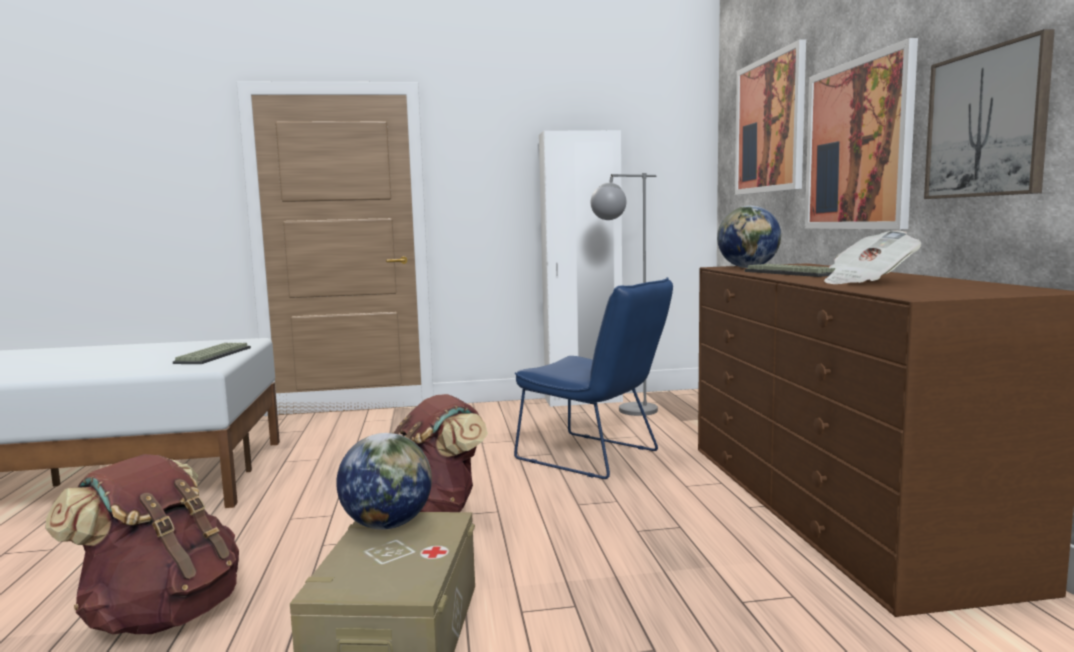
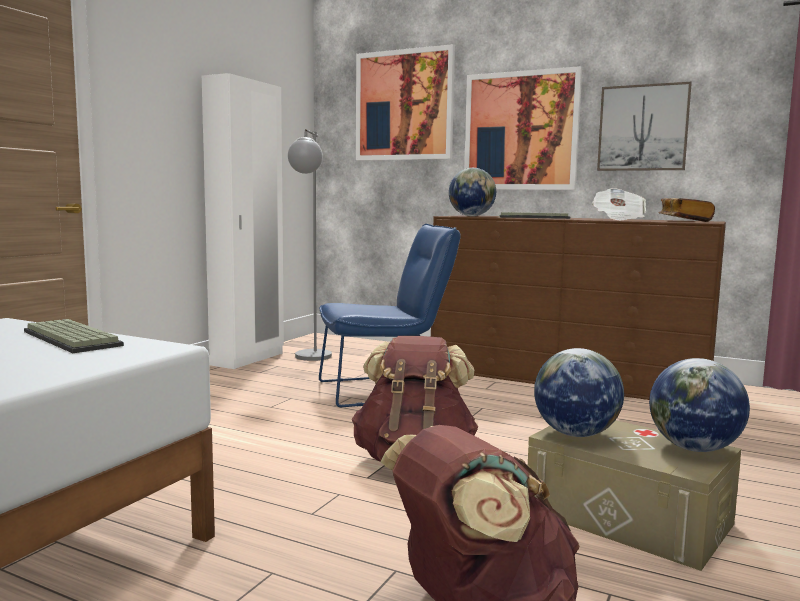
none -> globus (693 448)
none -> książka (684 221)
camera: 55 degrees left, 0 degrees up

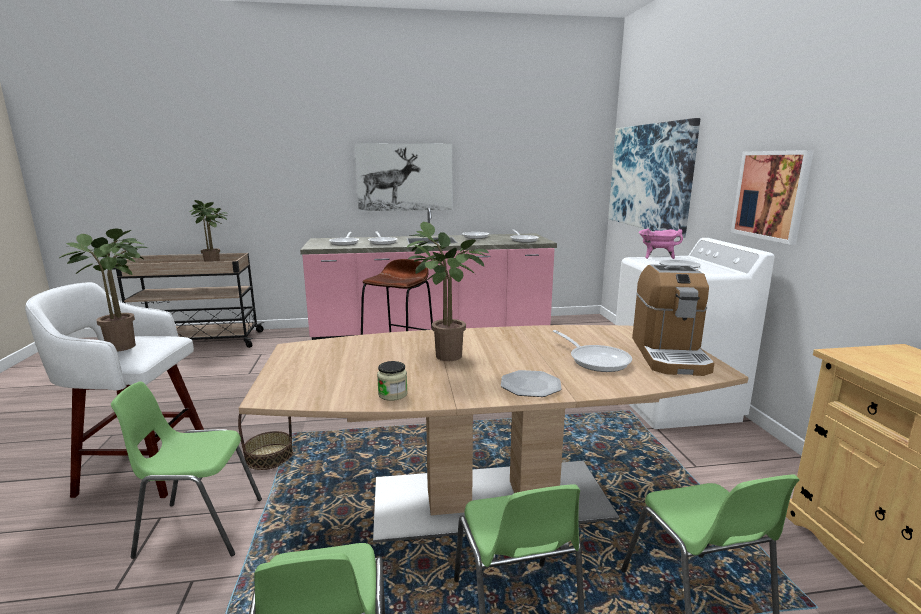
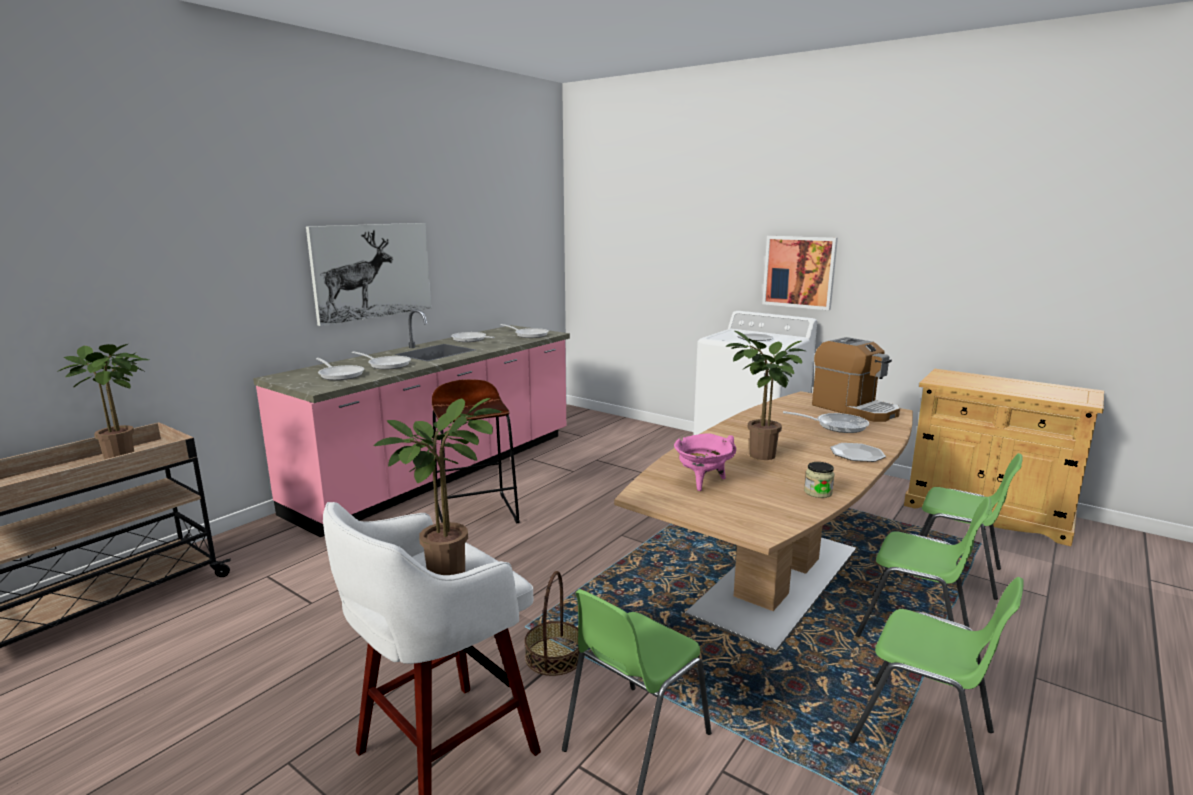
obraz (649 177) -> none
garnek (różowy) (656 257) -> garnek (różowy) (702 482), move
camera: 45 degrees left, 0 degrees up

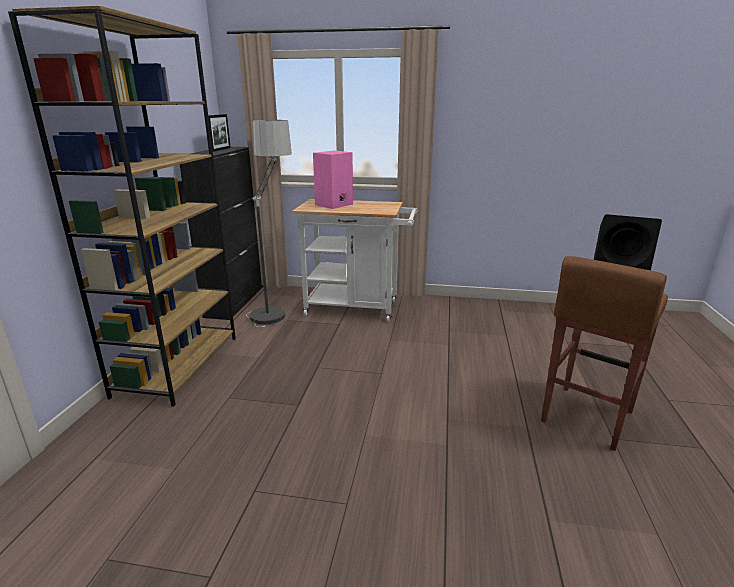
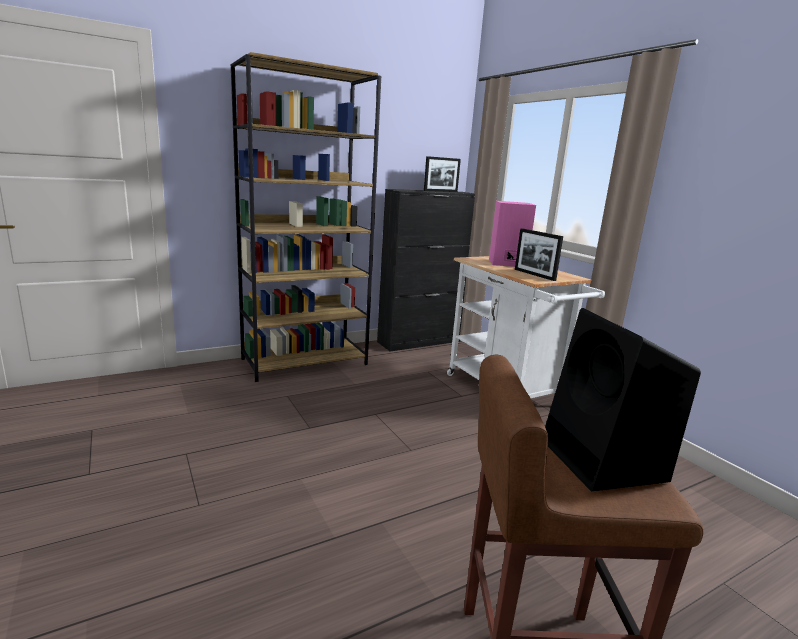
lampa stojąca (274 306) -> none
none -> ramka na zdjęcie (534 275)
camera: 50 degrees right, 5 degrees down

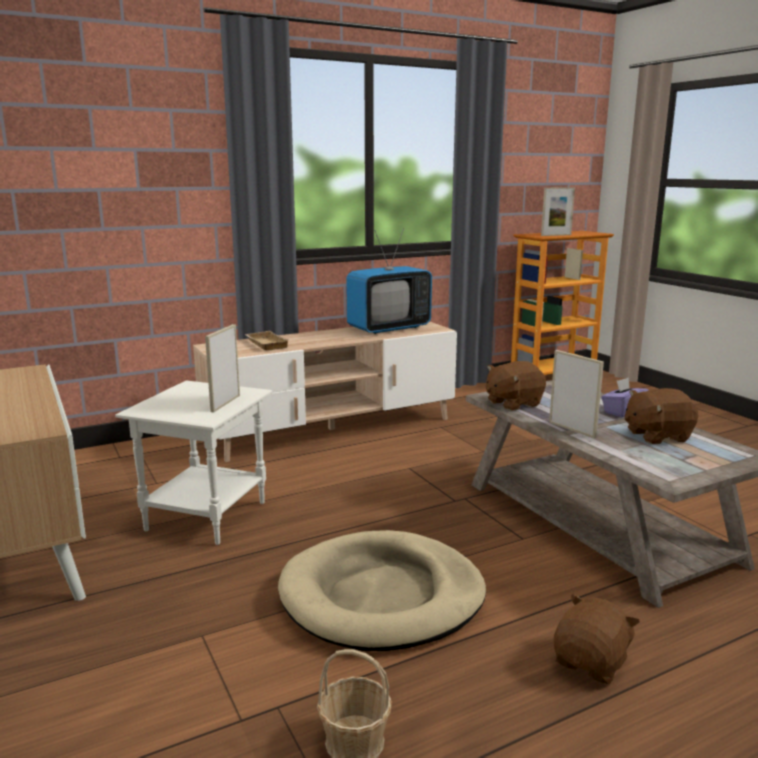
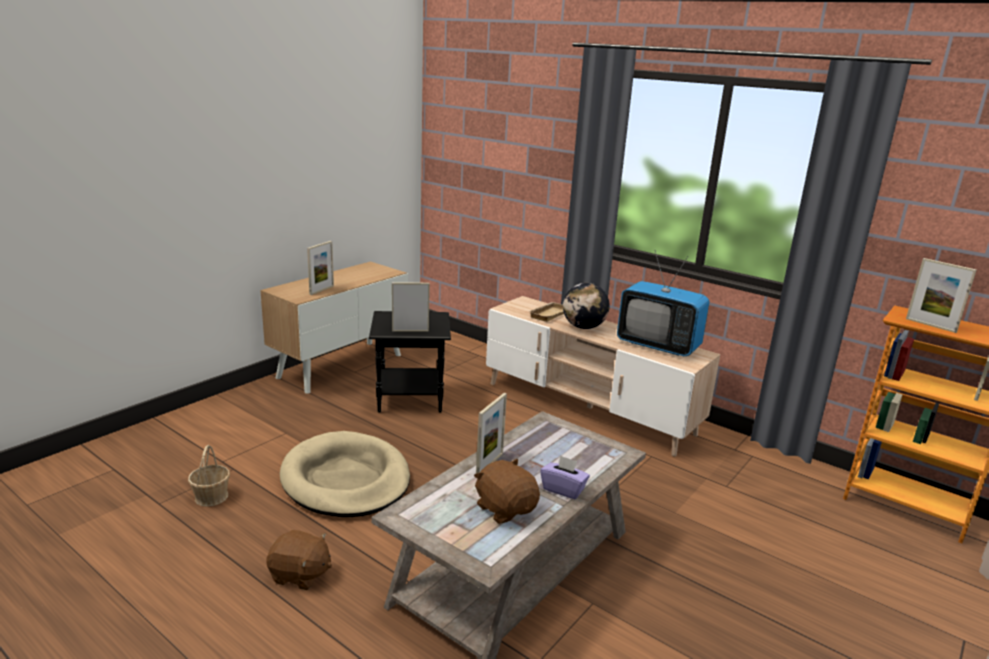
stolik (biały) (205 517) -> stolik (czarny) (409 399)
pluszak (brązowy) (513 403) -> none
none -> ramka na zdjęcie (321 290)
none -> globus (583 327)
camera: 65 degrees right, 5 degrees up

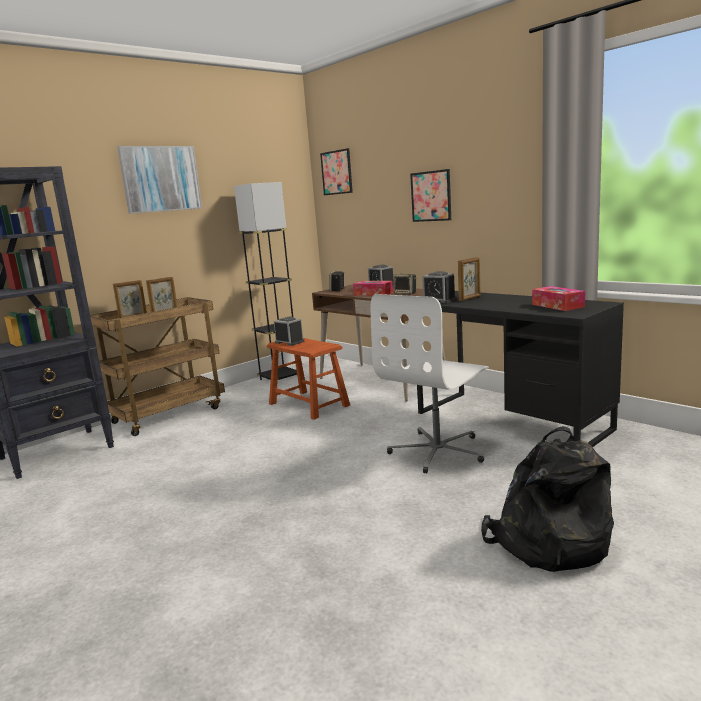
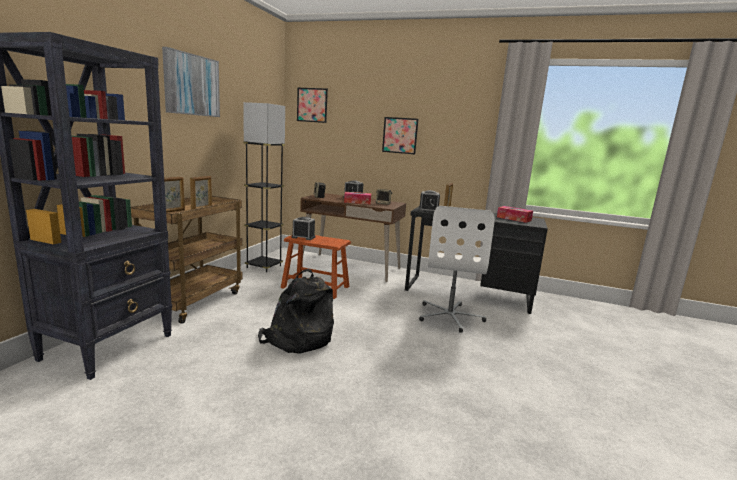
plecak (czarny) (547 543) -> plecak (czarny) (297 339), move
camera: 30 degrees left, 0 degrees up

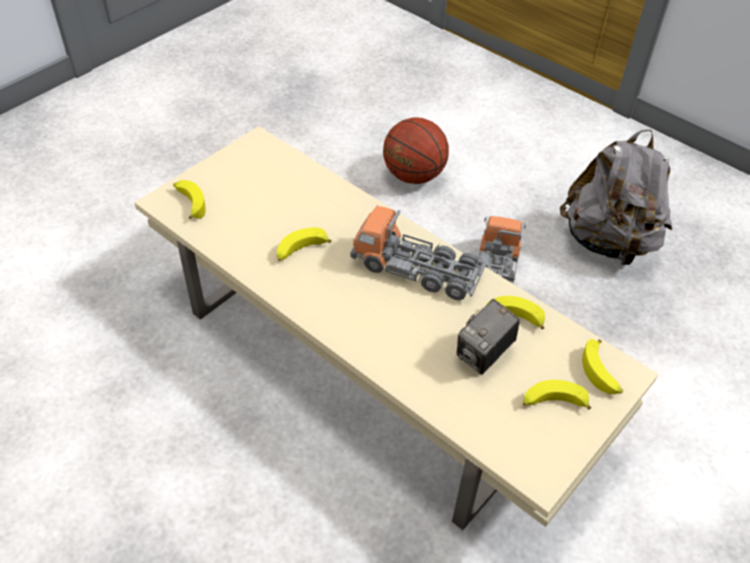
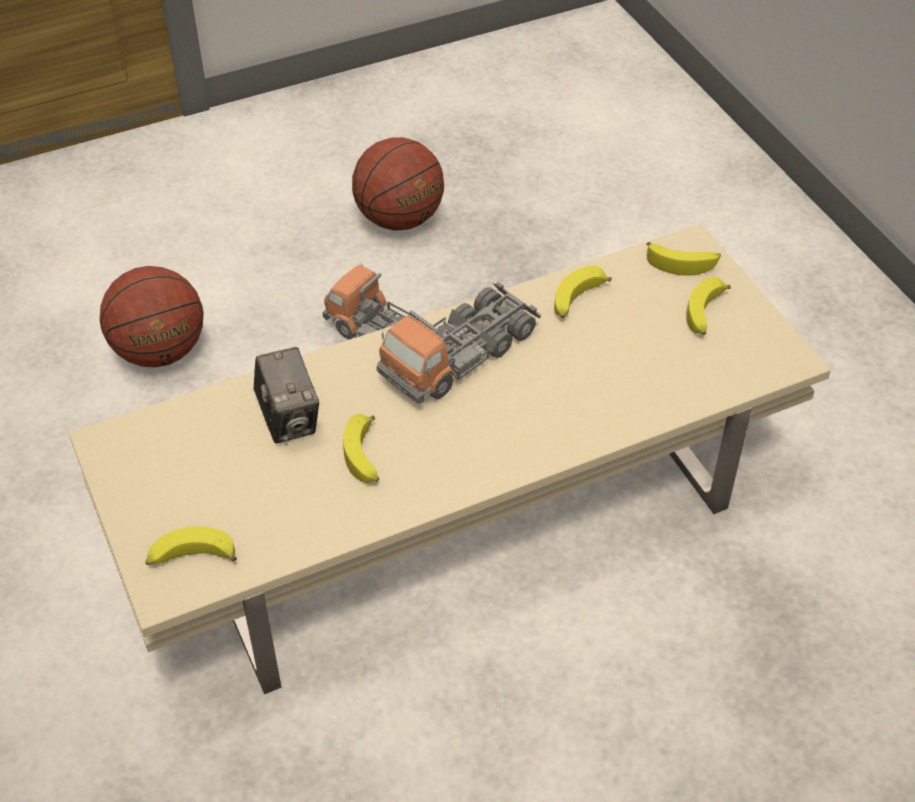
aparat fotograficzny (484 354) -> aparat fotograficzny (289 419), move
plecak (szary) (608 241) -> piłka do koszykówki (399 219)
camera: 65 degrees left, 0 degrees up

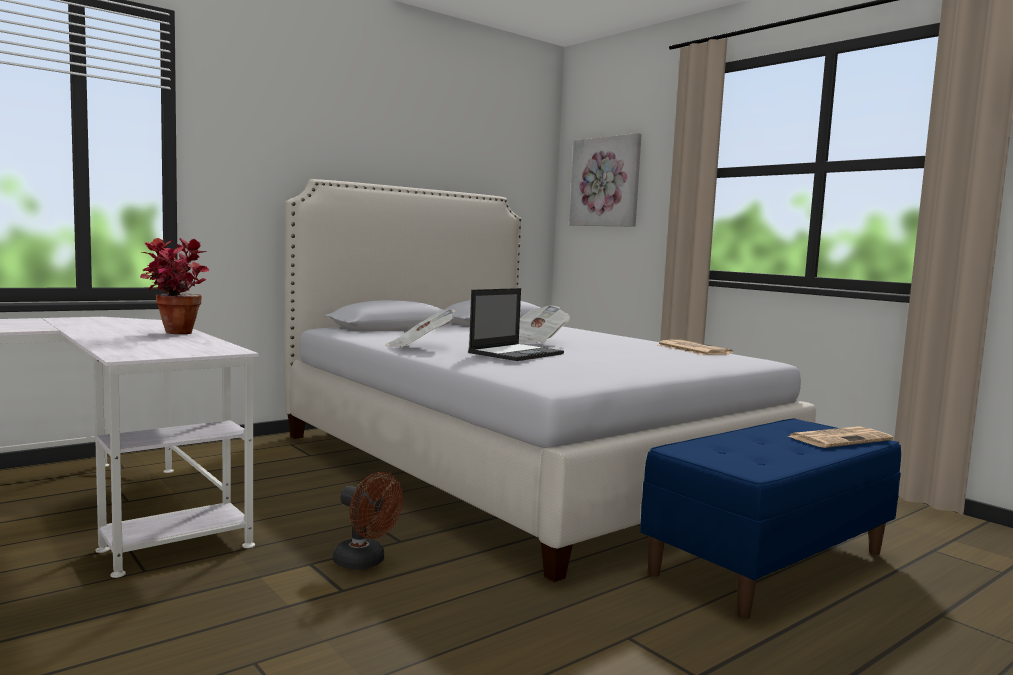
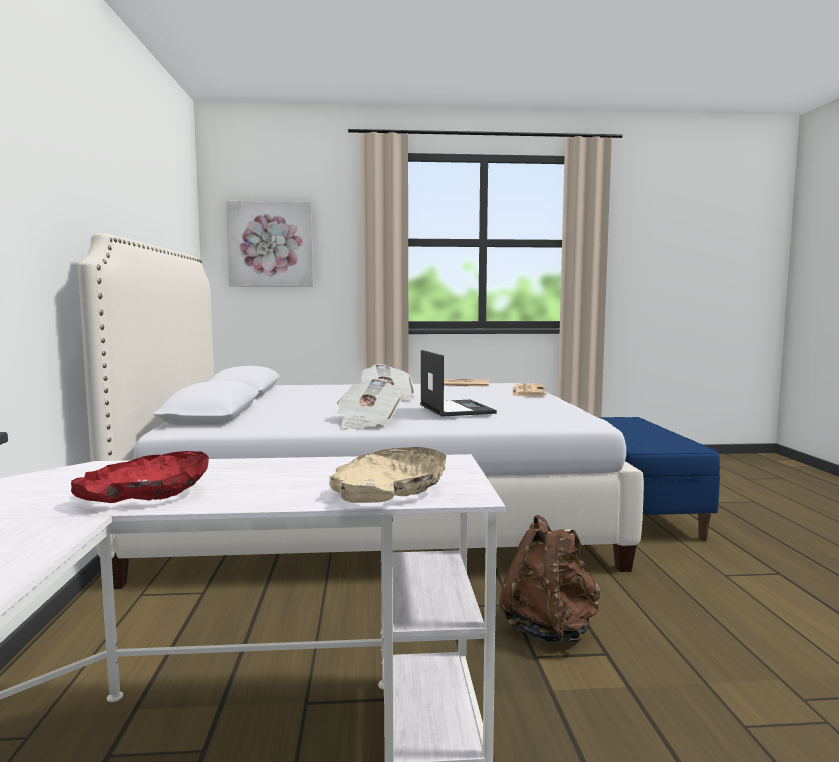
roślina doniczkowa (173 334) -> none
wentylator (brązowy) (365 562) -> plecak (brązowy) (550 630)
gazeta (840 438) -> gazeta (528 391), move
none -> miska (czerwony) (146 495)
none -> miska (beżowy) (389 493)
camera: 55 degrees left, 0 degrees up

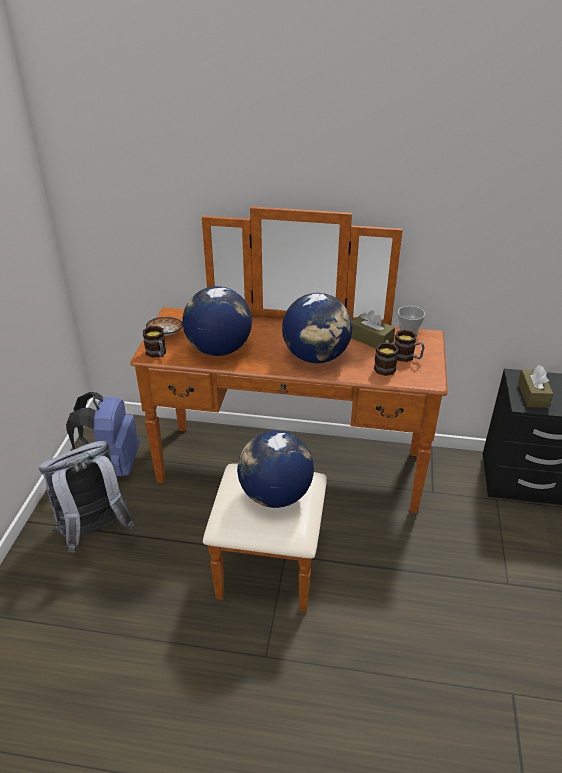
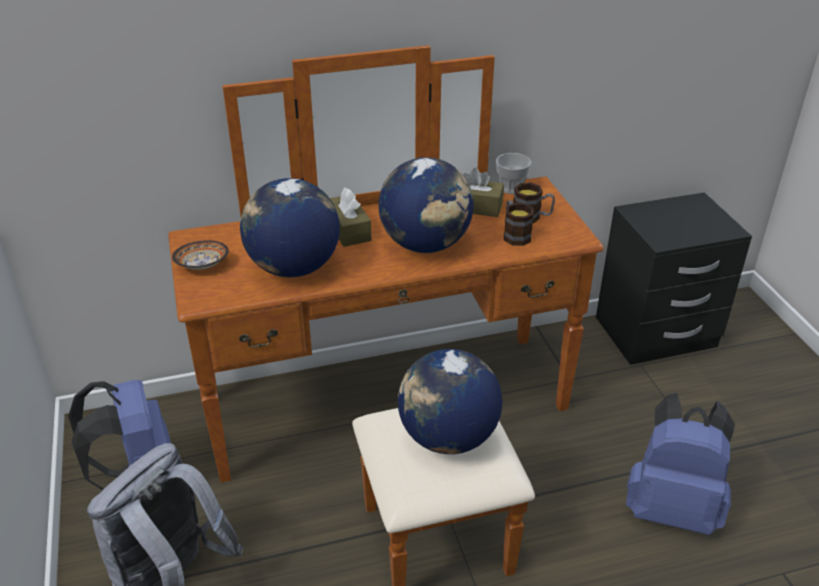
kubek (157 354) -> none
pudełko chusteczek (brązowy) (533 395) -> pudełko chusteczek (brązowy) (348 230), move
none -> plecak (niebieski) (672 508)
camera: 25 degrees left, 0 degrees up

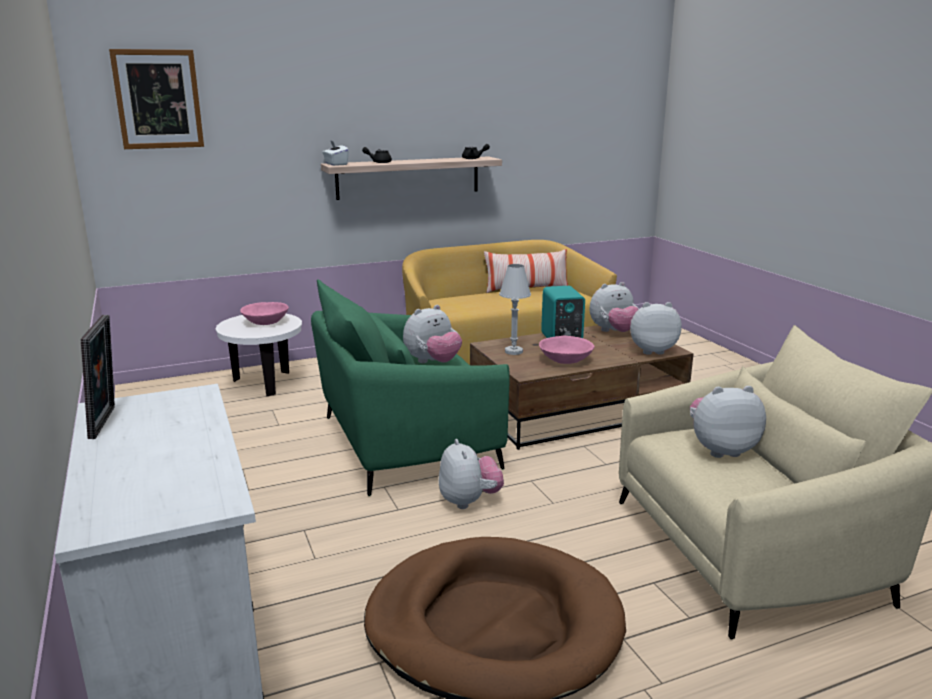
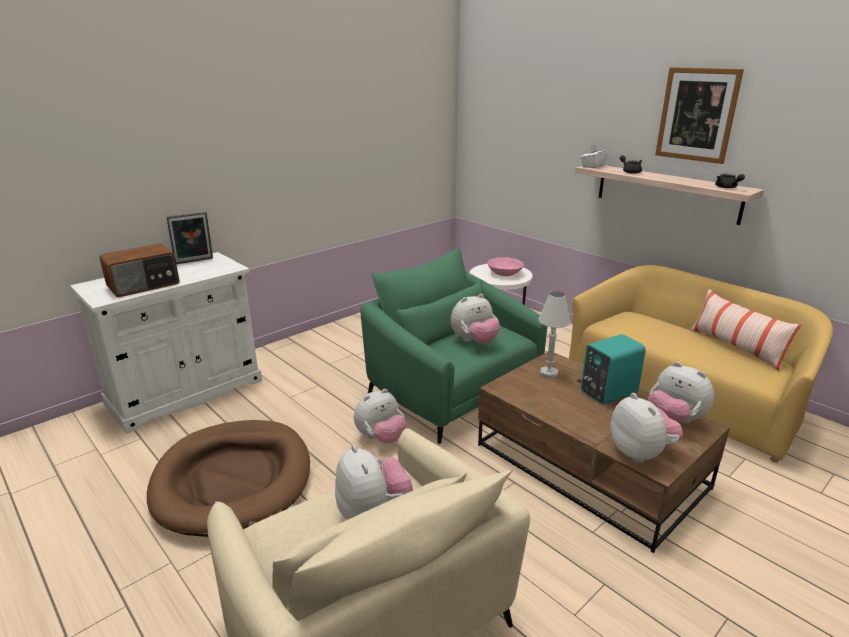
obraz (158 99) -> obraz (697 115), move
pluszak (432 362) -> pluszak (474 341), 60 degrees counterclockwise
miska (różowy) (565 361) -> none
none -> radio (144 285)
camera: 70 degrees right, 5 degrees up

